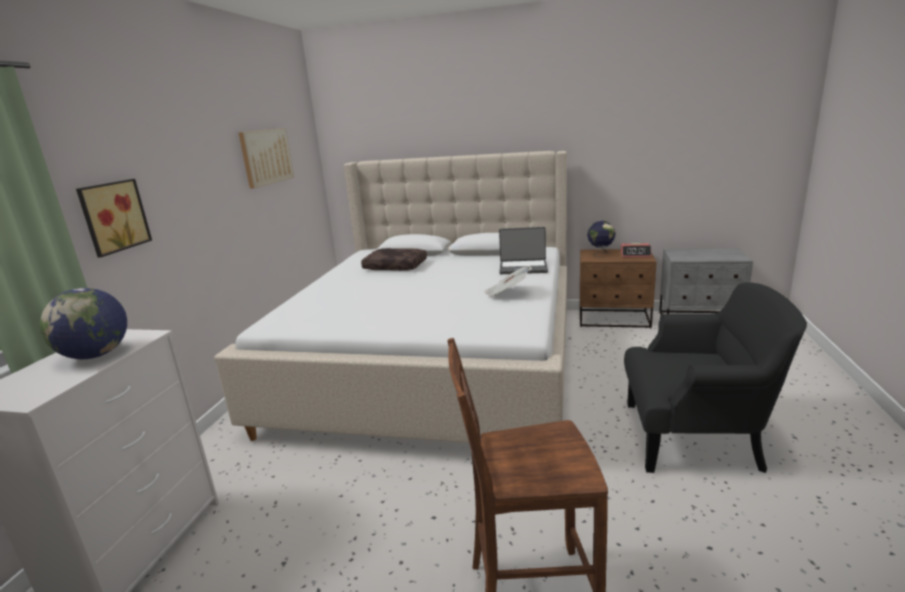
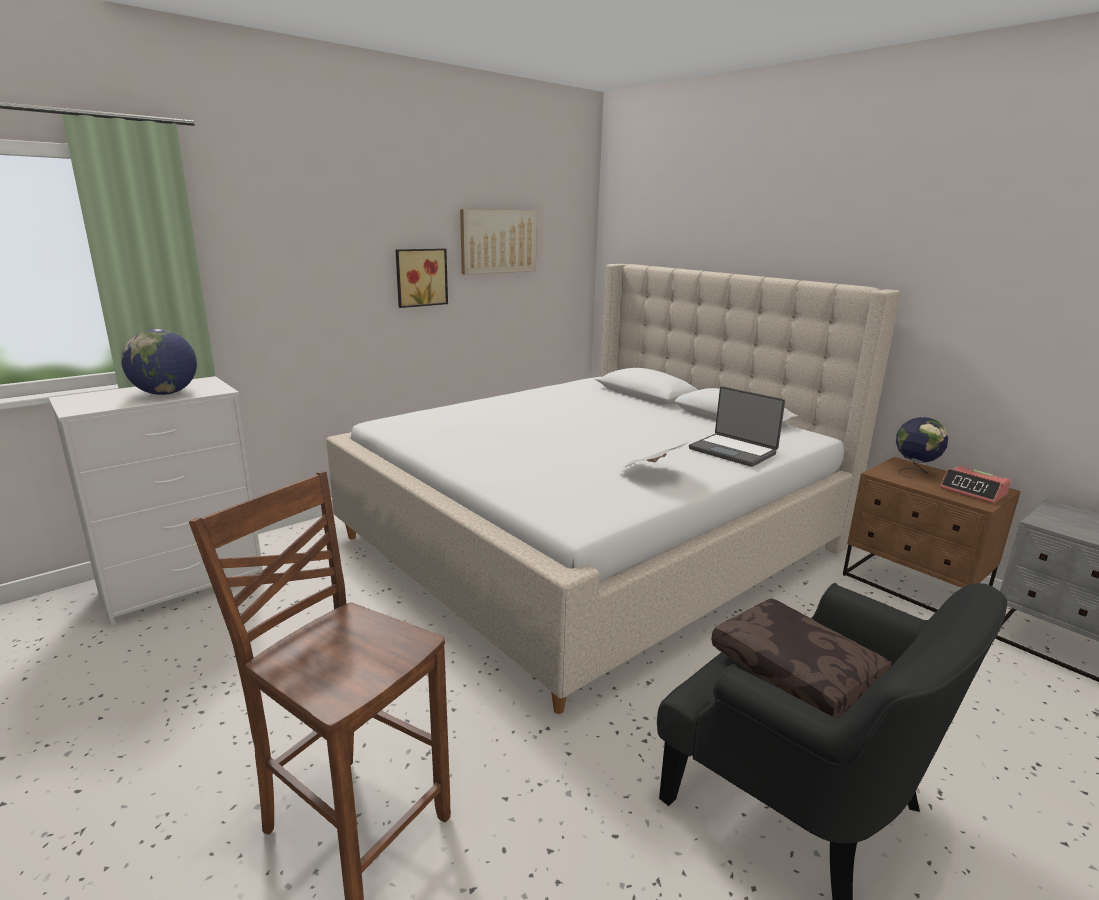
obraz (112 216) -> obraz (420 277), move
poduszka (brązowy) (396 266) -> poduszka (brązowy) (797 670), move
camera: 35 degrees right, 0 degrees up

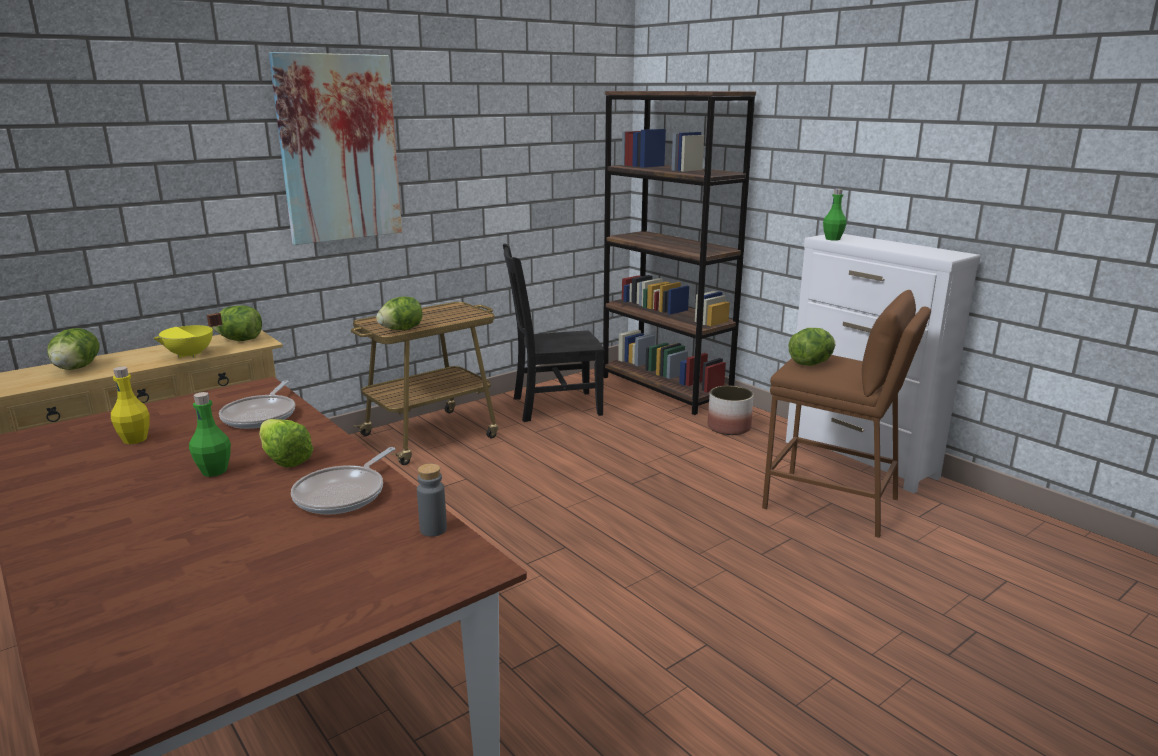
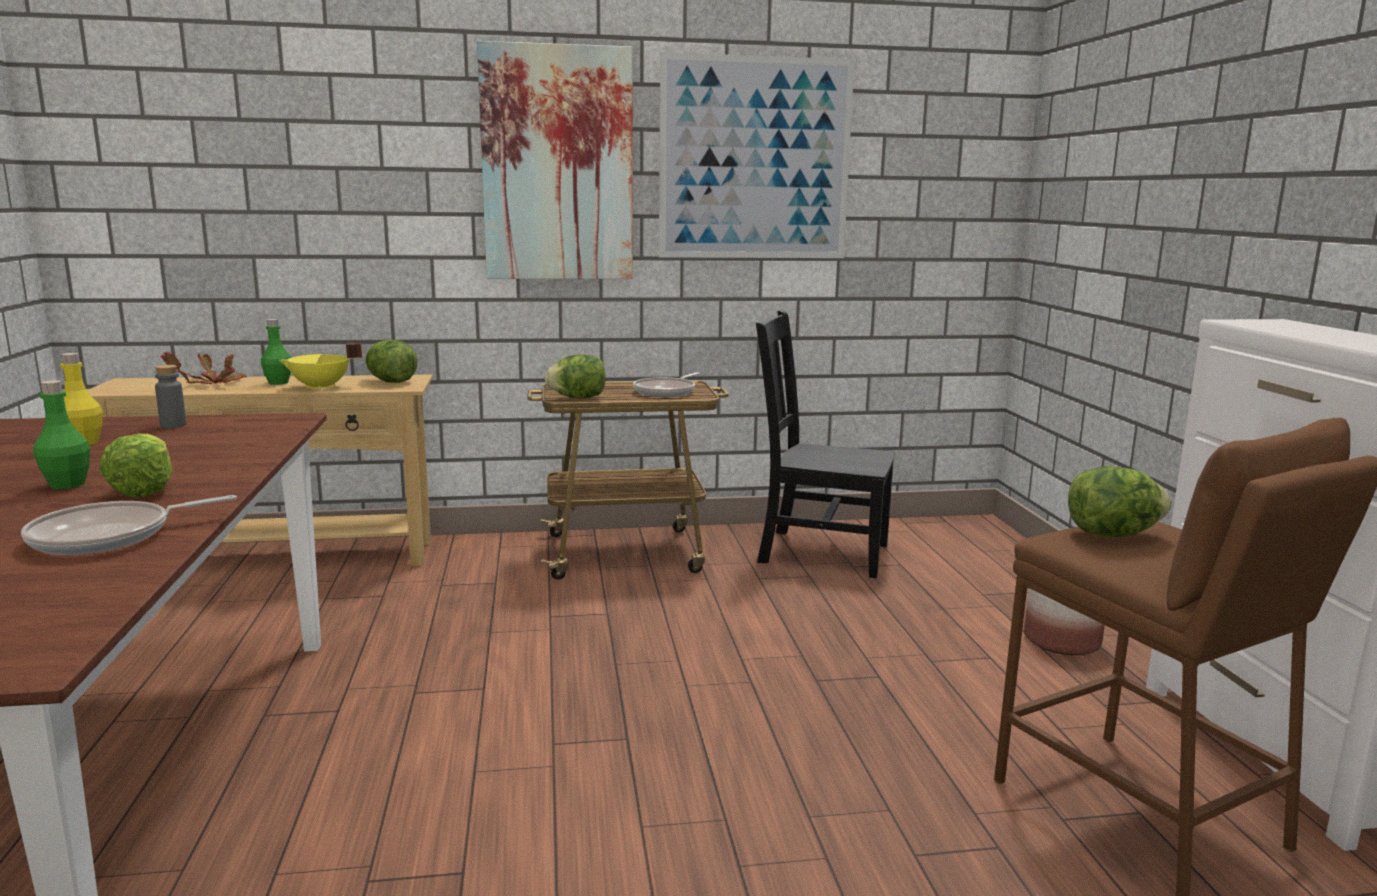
sałata (76 368) -> roślina doniczkowa (211 383)
patelnia (261 415) -> patelnia (667 392), move
butelka (szary) (433 529) -> butelka (szary) (173 425), move
regał (brązowy) (665 389) -> none
butelka (zielony) (833 239) -> butelka (zielony) (278 383), move
none -> obraz (755 159)
camera: 30 degrees right, 5 degrees down

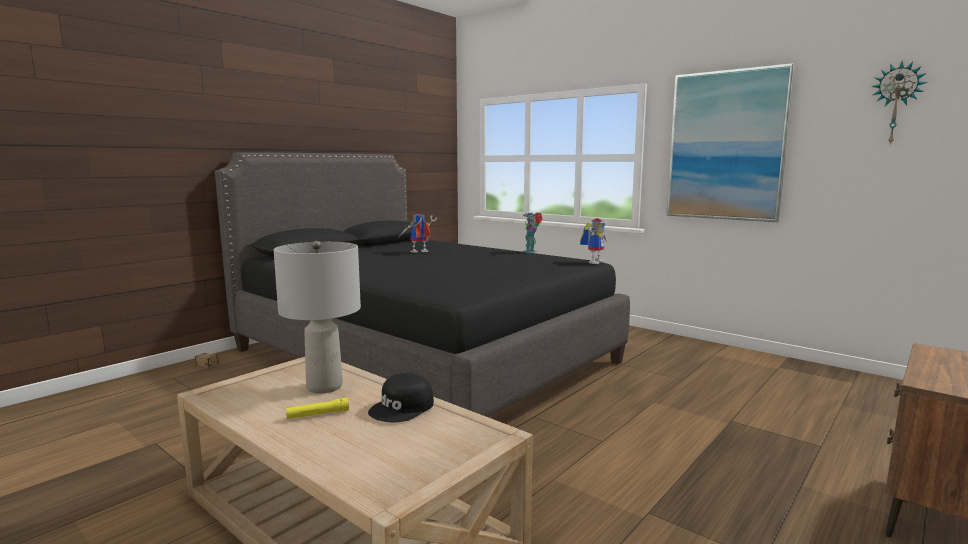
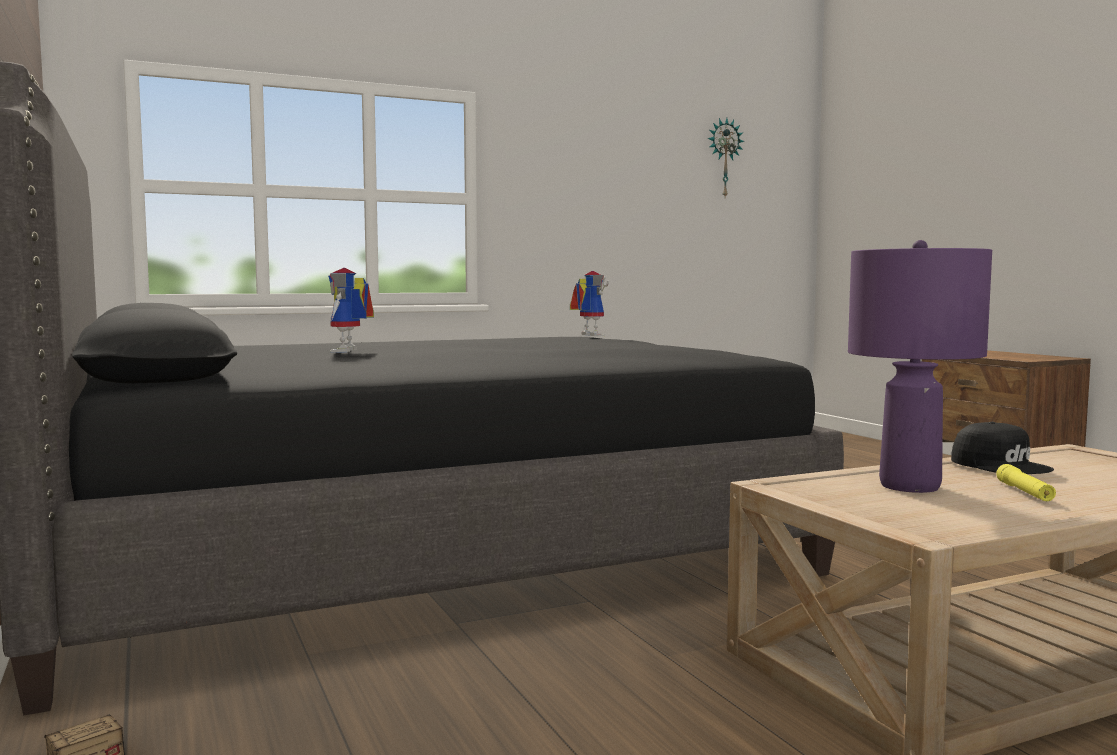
lampa stołowa (szary) (324 387) -> lampa stołowa (fioletowy) (910 486)
robot zabawkowy (530 252) -> none
obraz (726 146) -> none
camera: 65 degrees left, 5 degrees down

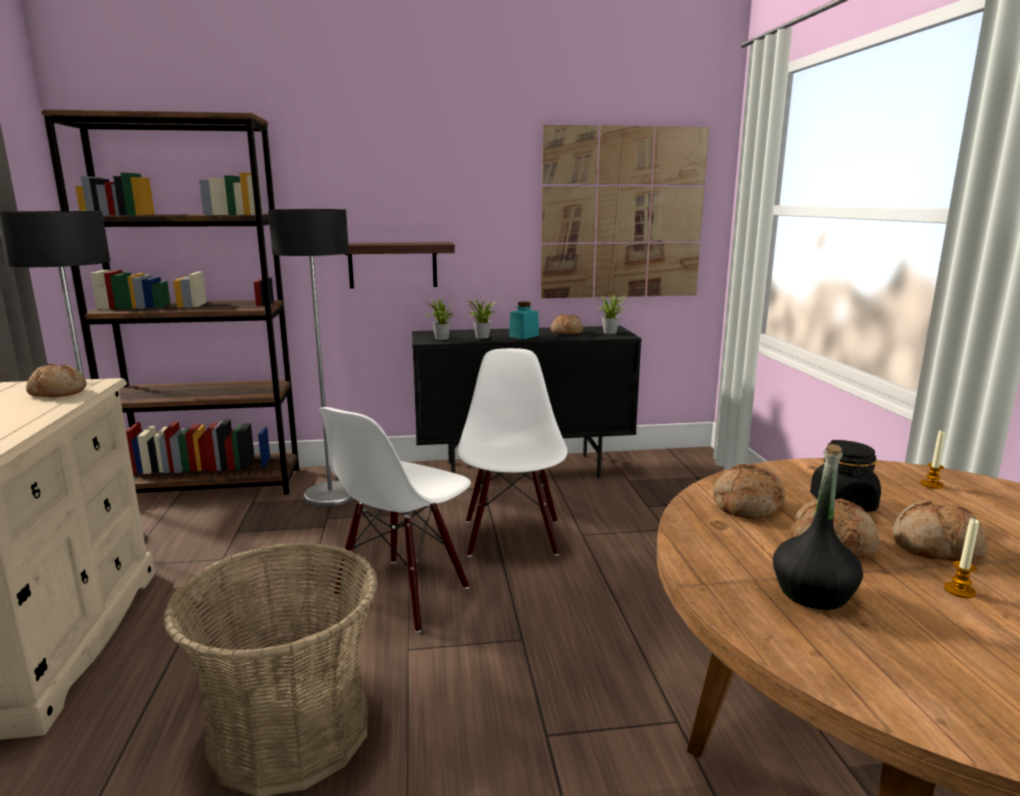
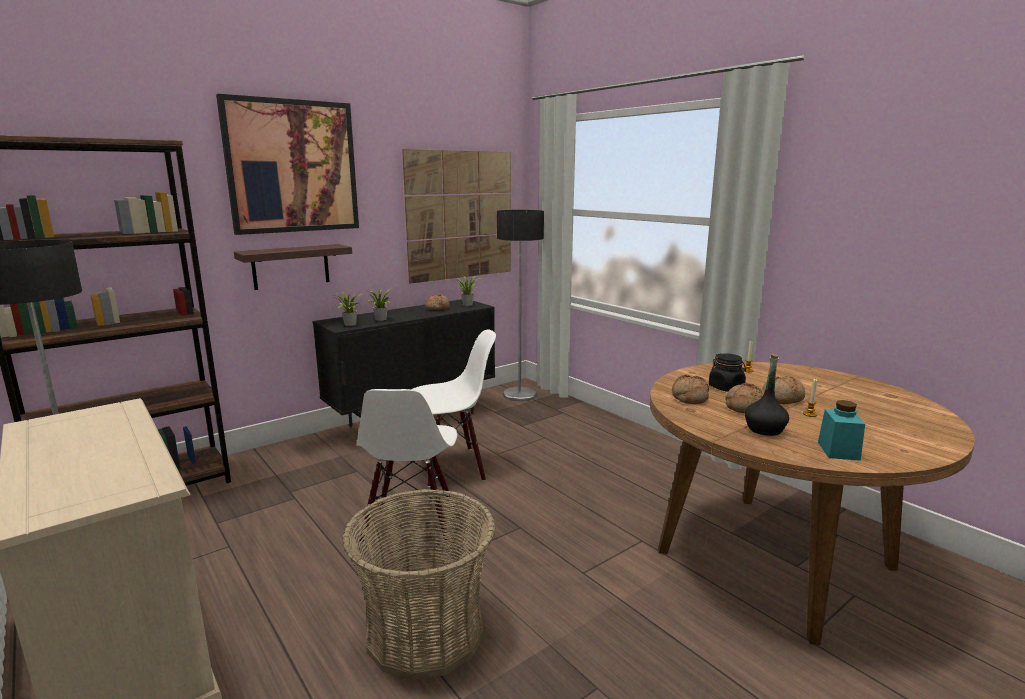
chleb (58 392) -> none
lampa stojąca (331 495) -> lampa stojąca (520 395), move
krzesło (biały) (512 537) -> krzesło (biały) (451 467), 105 degrees clockwise
słoik (turkusowy) (524 336) -> słoik (turkusowy) (838 451), move
none -> obraz (292 167)
camera: 30 degrees left, 0 degrees up

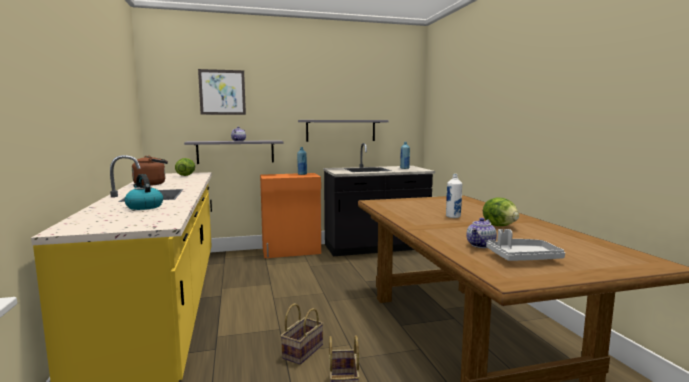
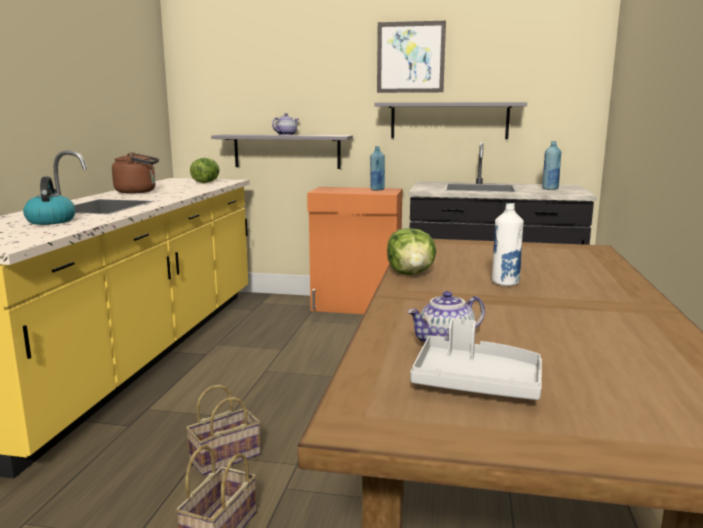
obraz (222 92) -> obraz (410 57), move
sałata (500 225) -> sałata (411 274), move
camera: 25 degrees right, 5 degrees up

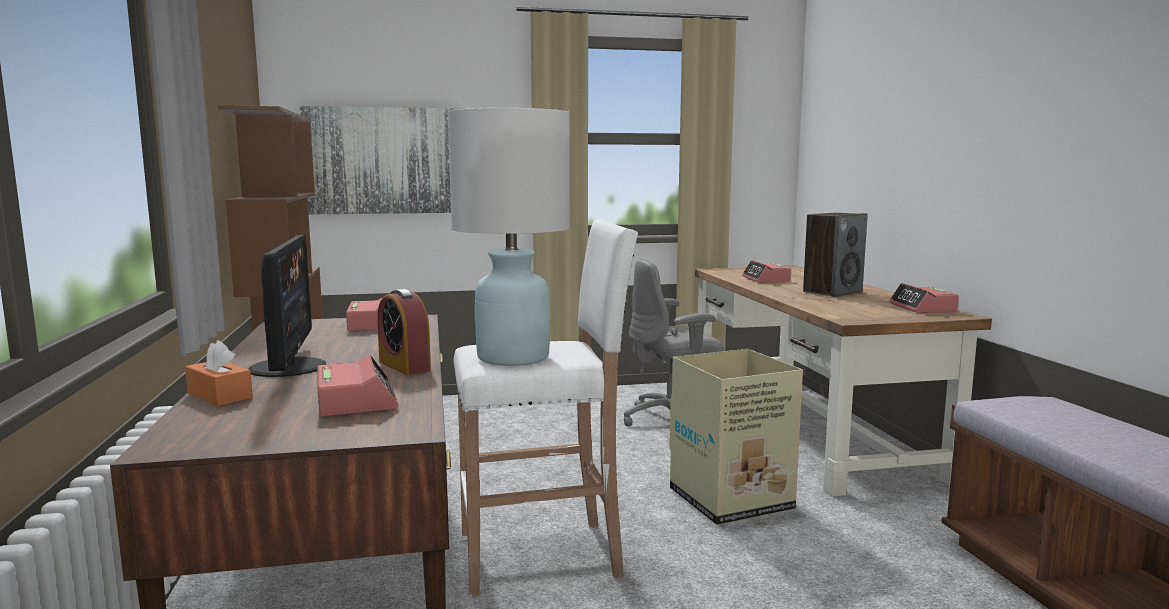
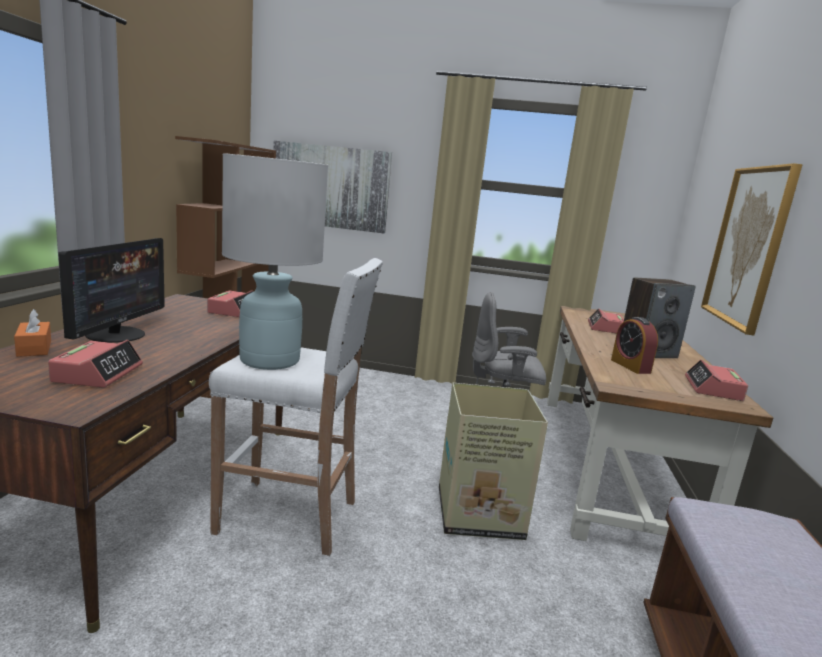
budzik (404 366) -> budzik (630 366), move
none -> obraz (748 246)
camera: 20 degrees right, 5 degrees up

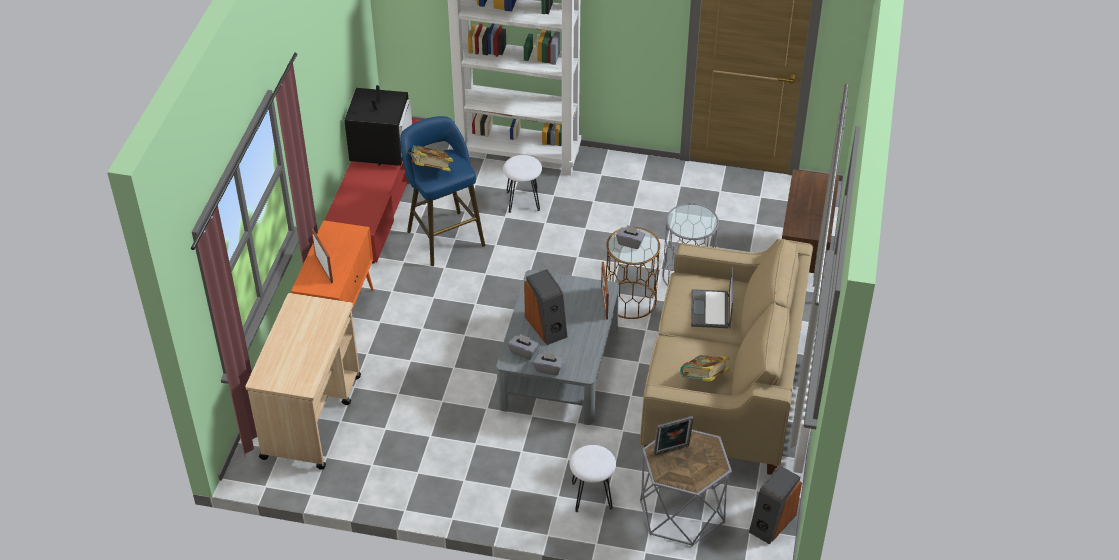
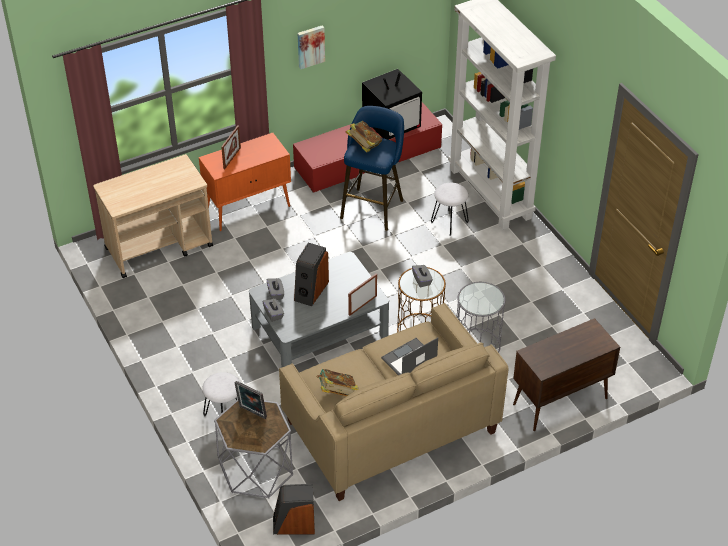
none -> obraz (310 46)
camera: 50 degrees right, 0 degrees up

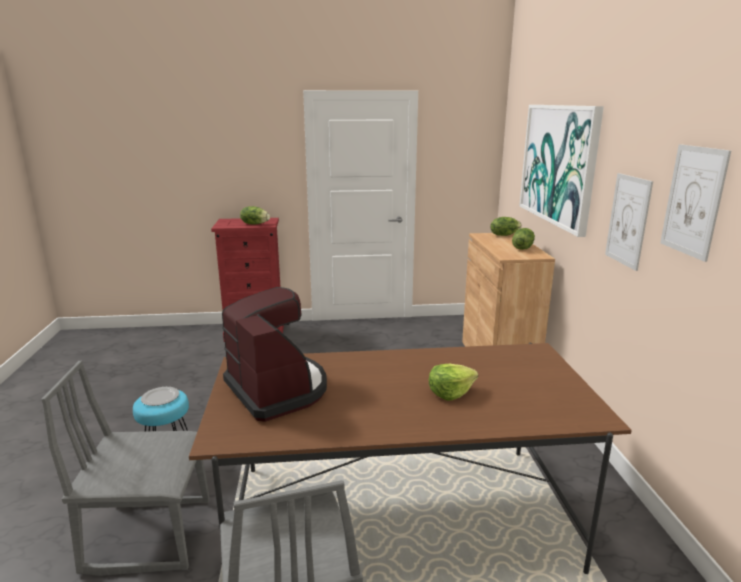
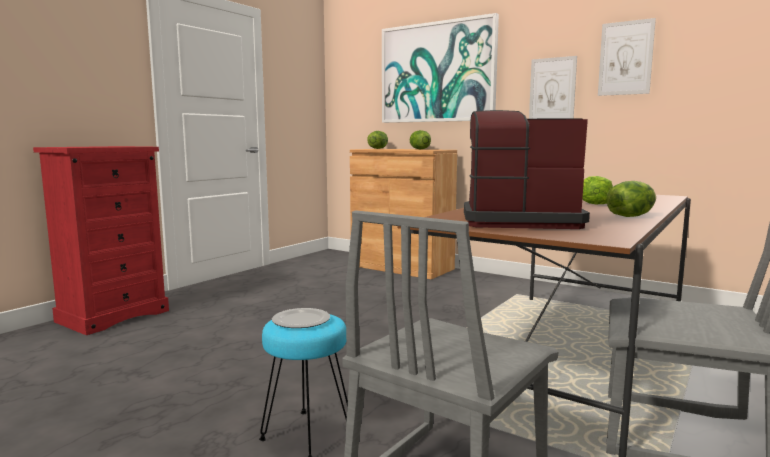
sałata (255 224) -> sałata (630 216), move
camera: 50 degrees left, 10 degrees down

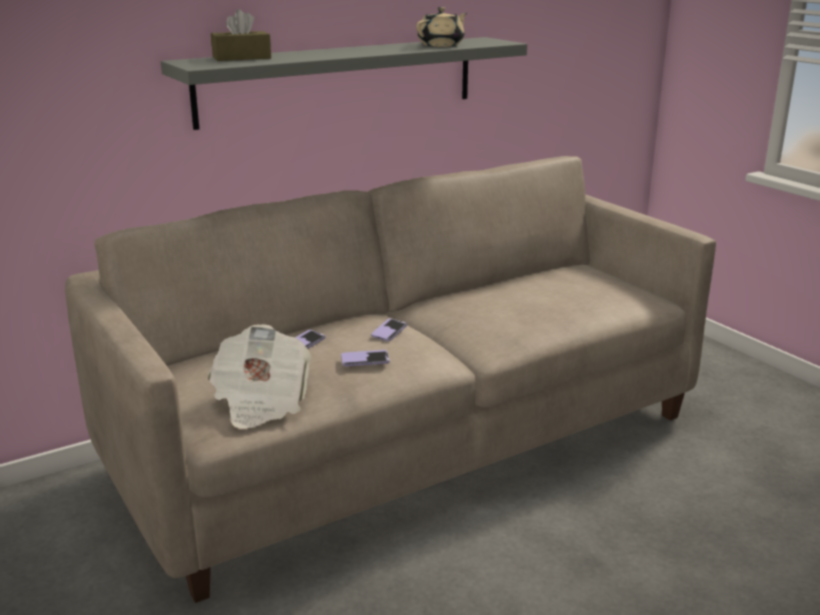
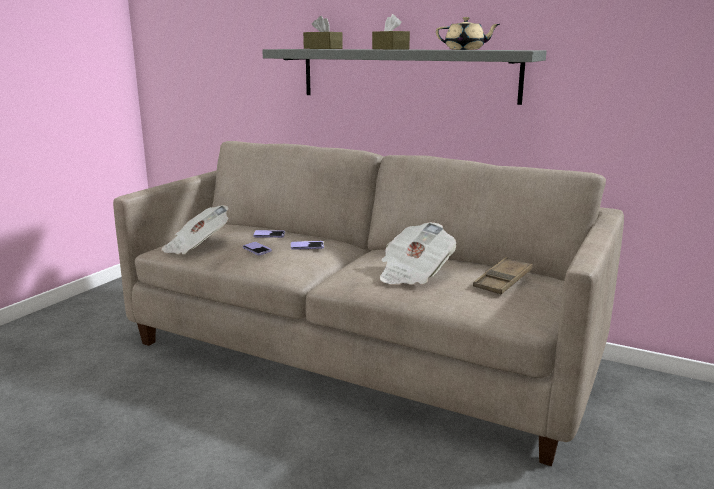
none -> pudełko chusteczek (brązowy) (390 49)
none -> gazeta (413 274)
none -> taca (brązowy) (503 281)
camera: 60 degrees right, 5 degrees down

